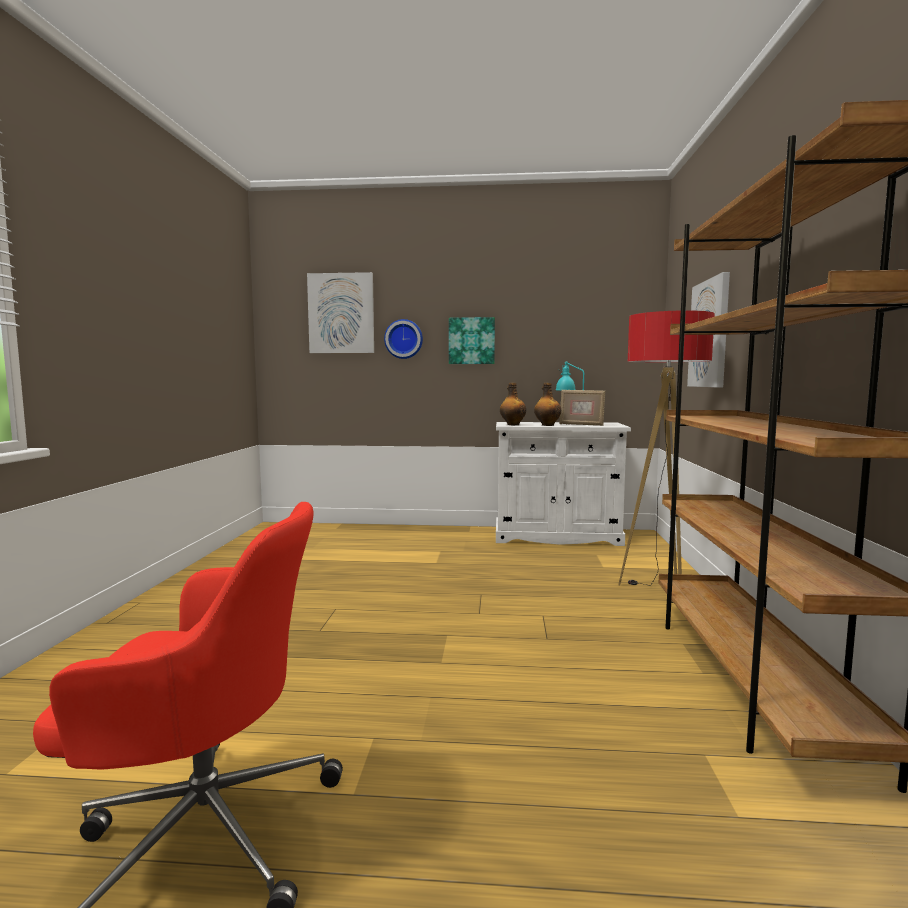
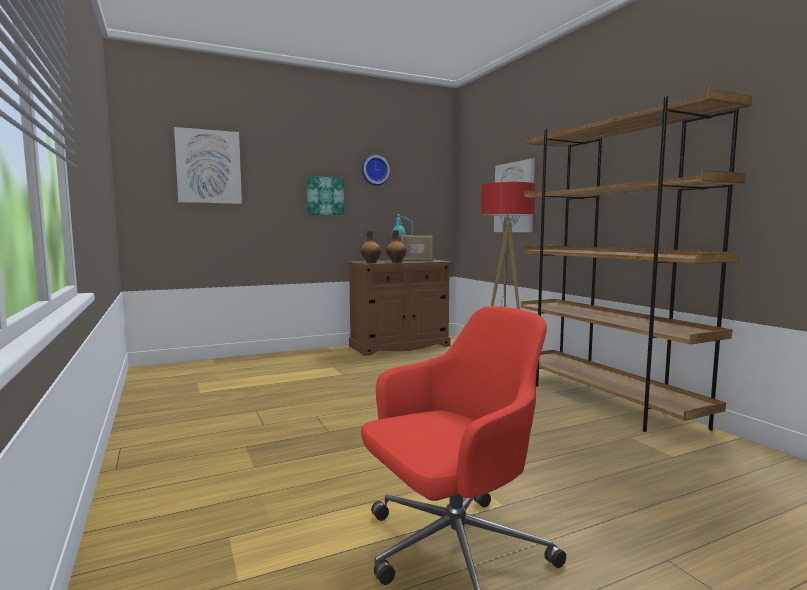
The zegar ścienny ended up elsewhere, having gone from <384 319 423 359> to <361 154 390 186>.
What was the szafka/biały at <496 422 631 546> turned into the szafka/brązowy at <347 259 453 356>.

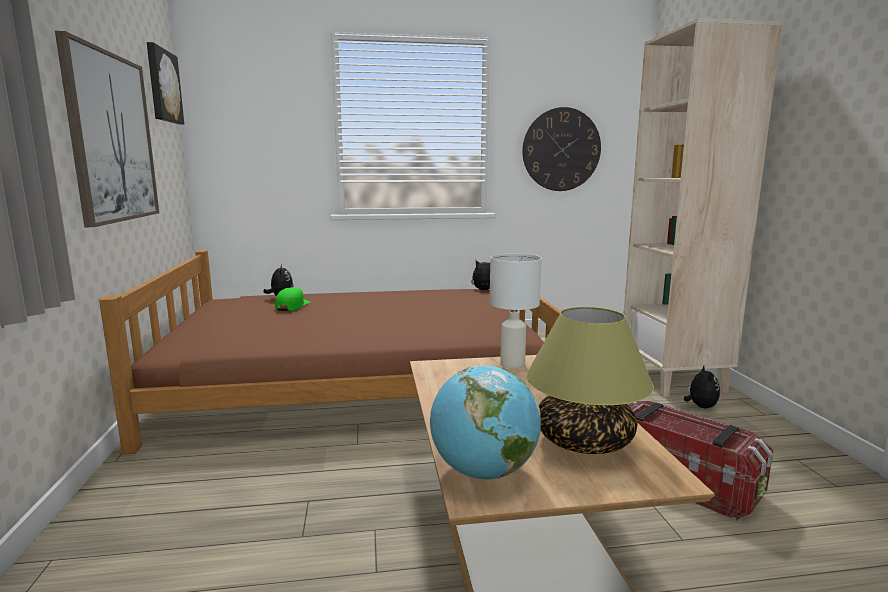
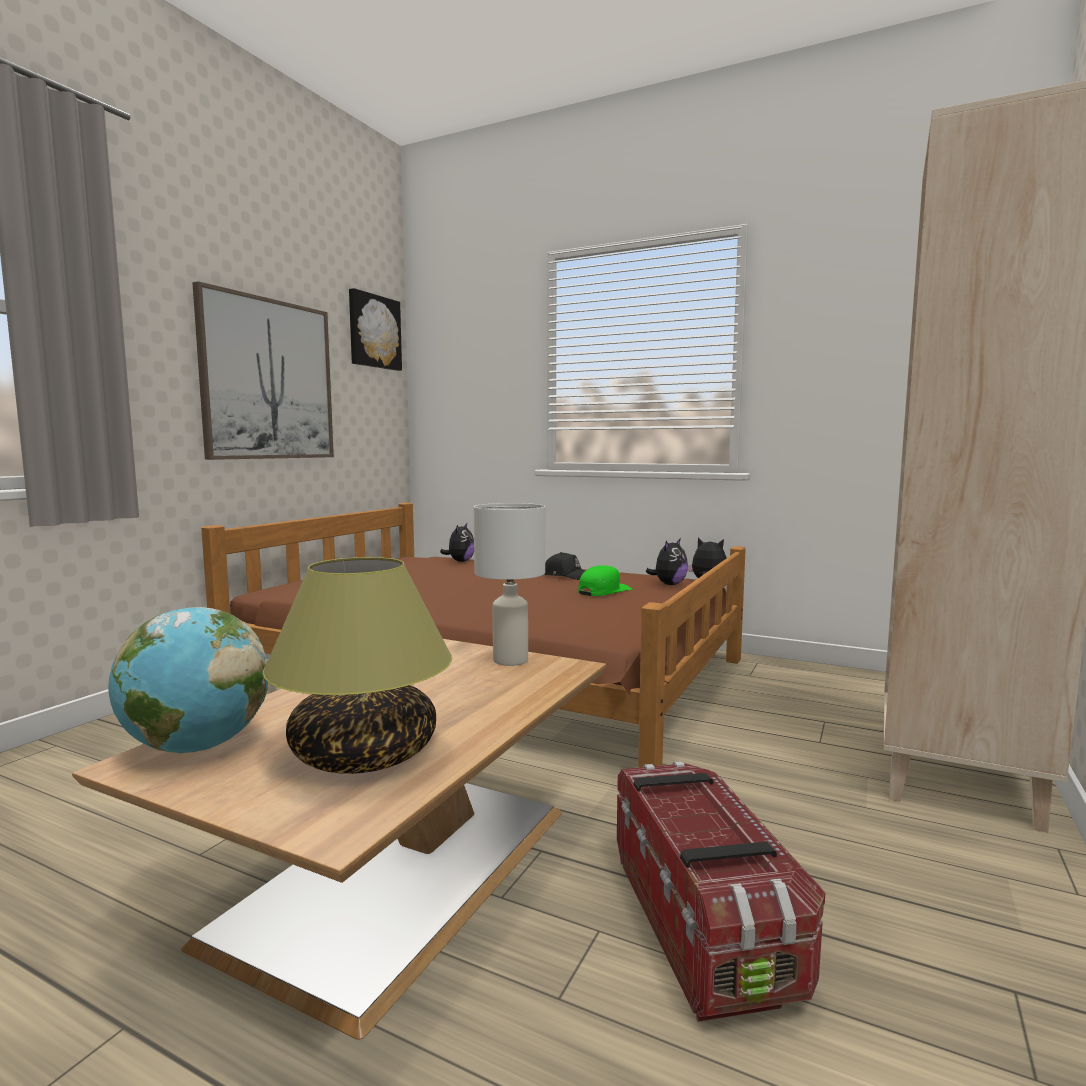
The second view lost the zegar ścienny at <522 107 601 191>.
The second view gained the czapka z daszkiem/czarny at <544 552 585 580>.
The czapka z daszkiem/zielony ended up elsewhere, having gone from <275 287 311 311> to <578 565 633 596>.
The pluszak ended up elsewhere, having gone from <684 366 720 409> to <646 538 688 585>.

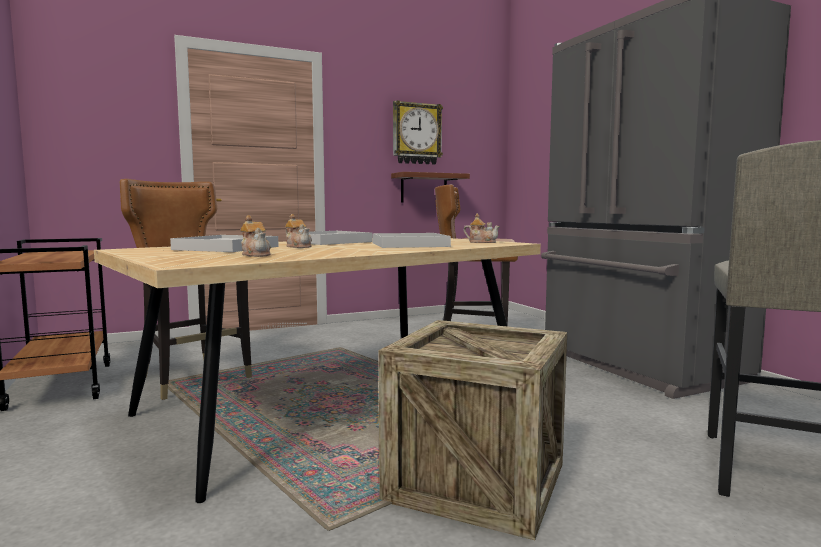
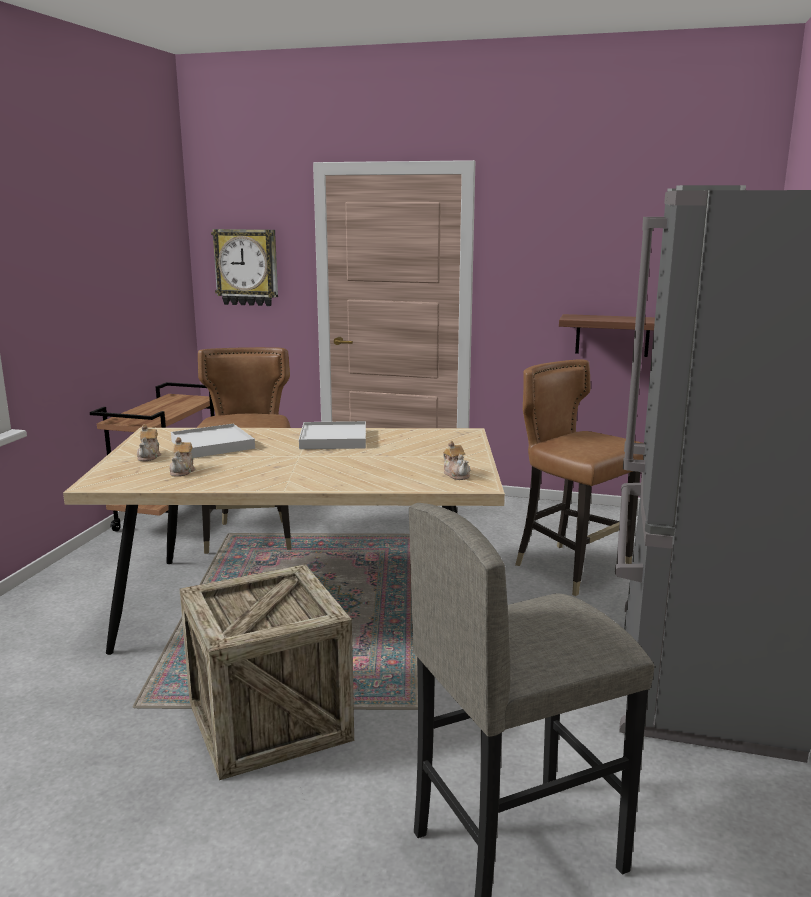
The second view lost the taca/biały at <372 233 451 248>.
The imbryk ended up elsewhere, having gone from <285 214 312 248> to <137 424 161 461>.
The zegar ścienny ended up elsewhere, having gone from <393 100 443 165> to <211 229 278 306>.

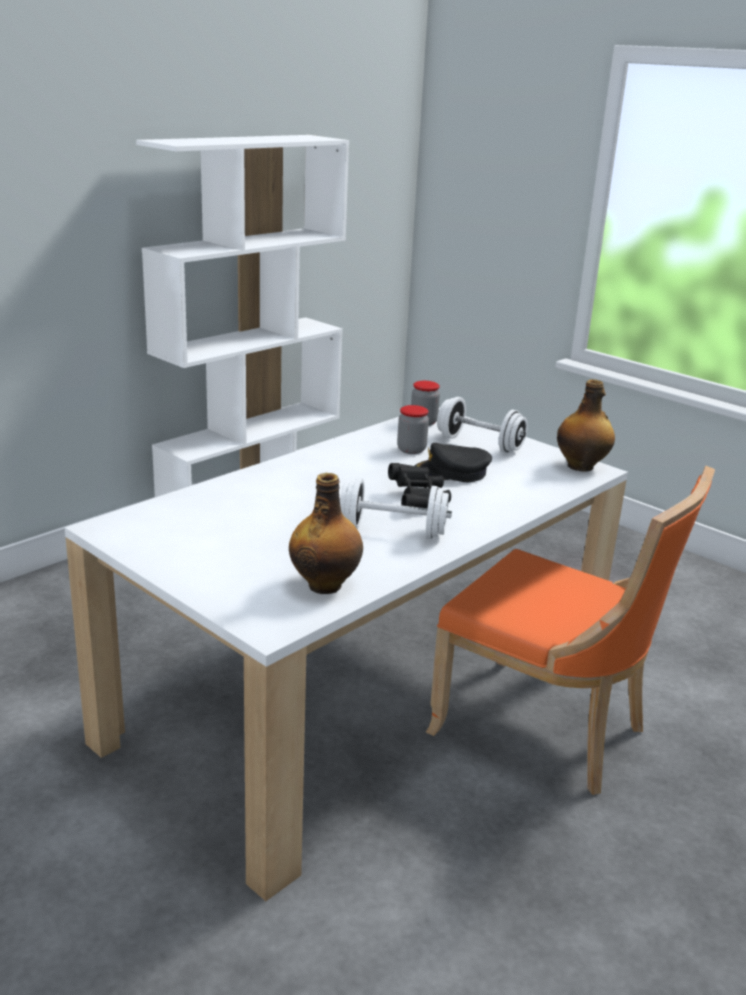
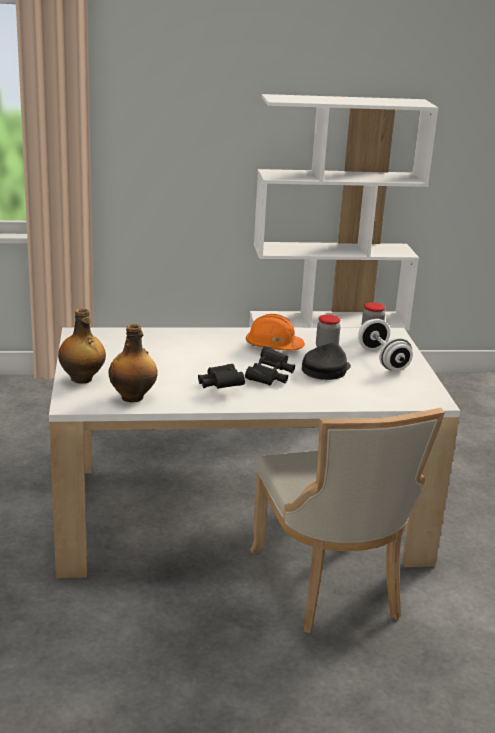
The second view gained the kask/pomarańczowy at <246 314 305 351>.
The butelka ended up elsewhere, having gone from <557 379 615 472> to <58 308 106 384>.
Where the hantel/biały stood at <340 477 452 539>, the lornetka/czarny came to stand at <198 364 245 389>.
What was the krzesło/pomarańczowy at <426 465 715 795> turned into the krzesło/beżowy at <250 408 445 633>.
The czapka z daszkiem/czarny at <414 443 492 482> ended up facing another way, 90 degrees clockwise from before.

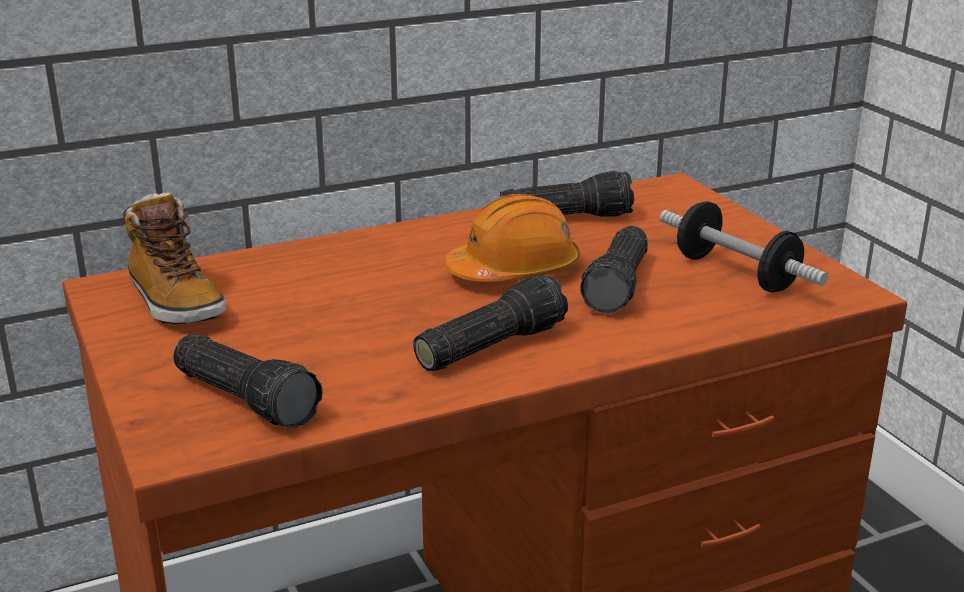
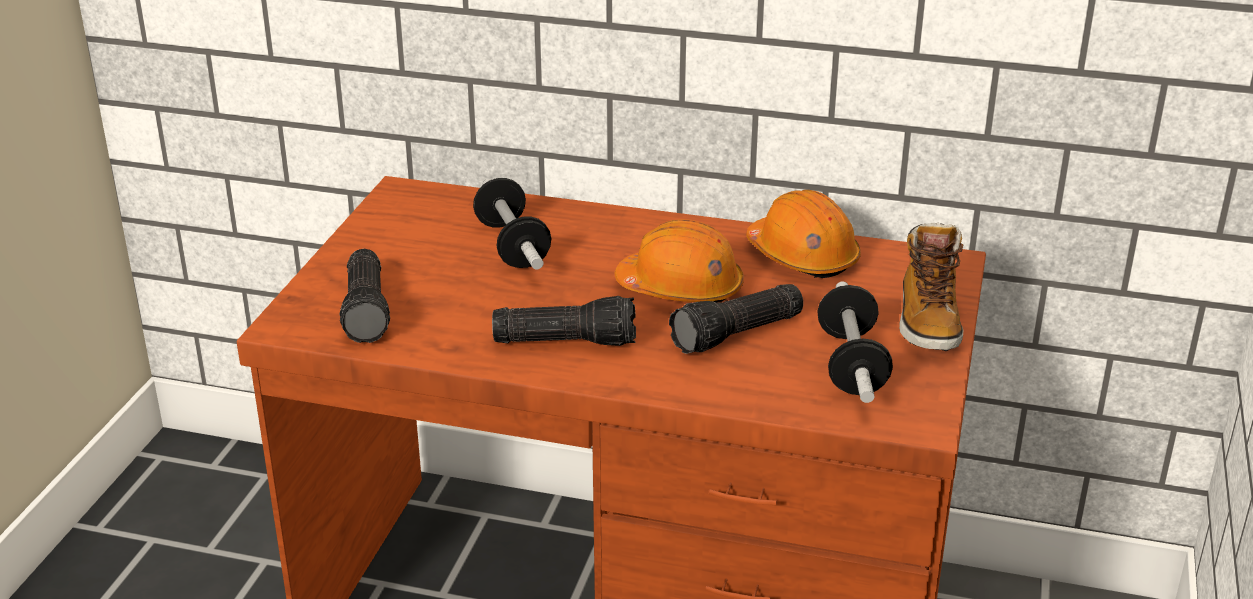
The second view gained the hantel at <473 178 551 269>.
The but z cholewką ended up elsewhere, having gone from <123 193 226 324> to <899 223 964 351>.
Where the latarka stood at <500 171 634 217>, the kask/pomarańczowy came to stand at <746 190 861 278>.

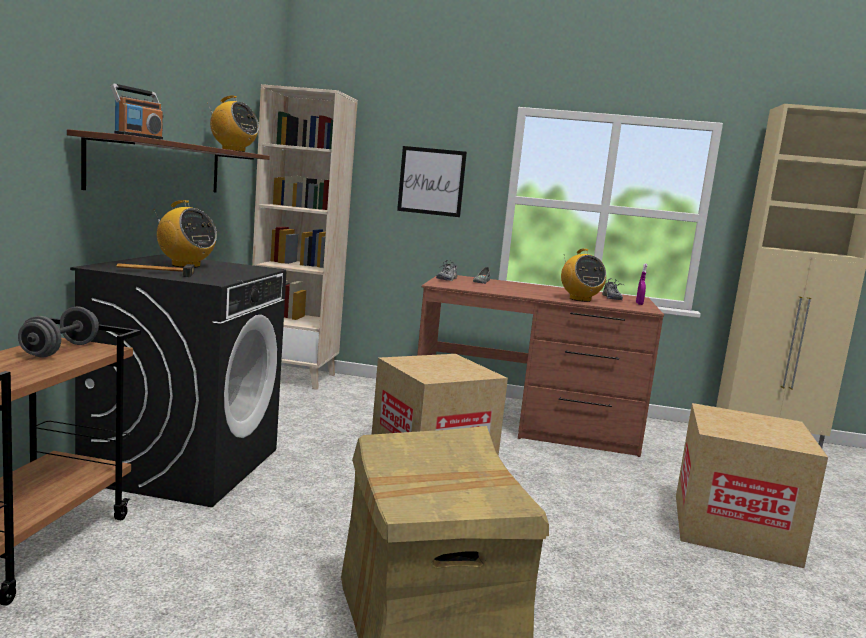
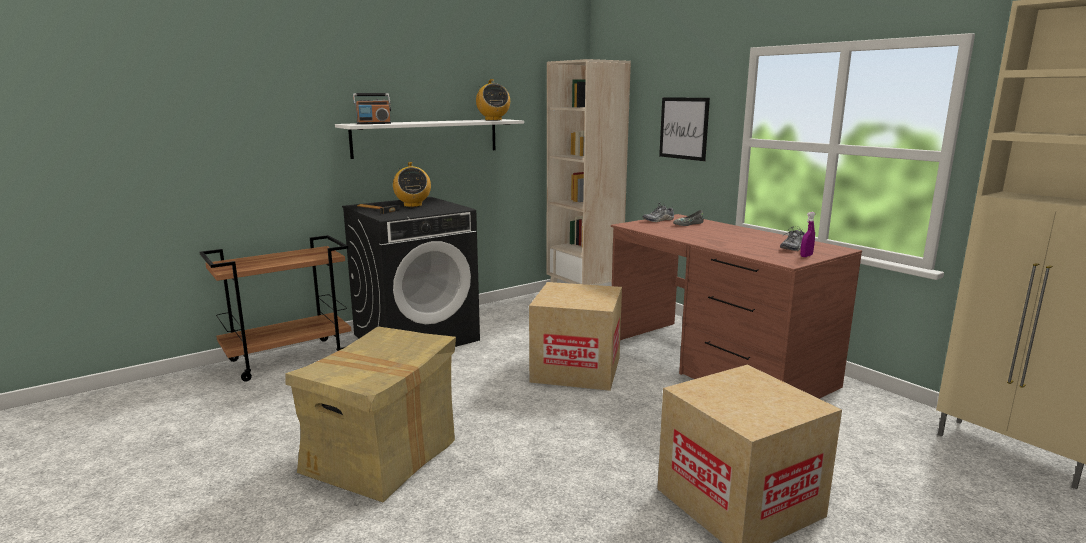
The second view lost the hantel/szary at <18 306 99 357>.
The second view lost the radio at <561 249 606 302>.
What was the półka/brązowy at <67 129 270 192> turned into the półka/biały at <335 119 524 159>.

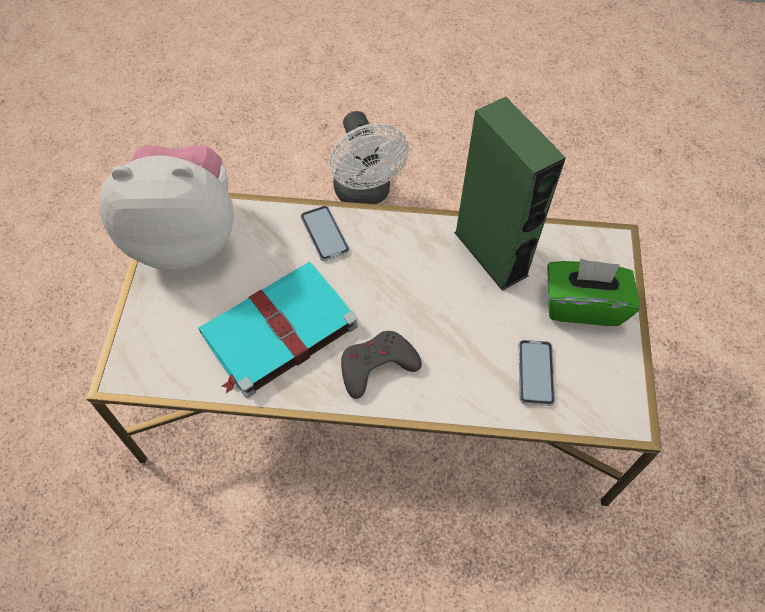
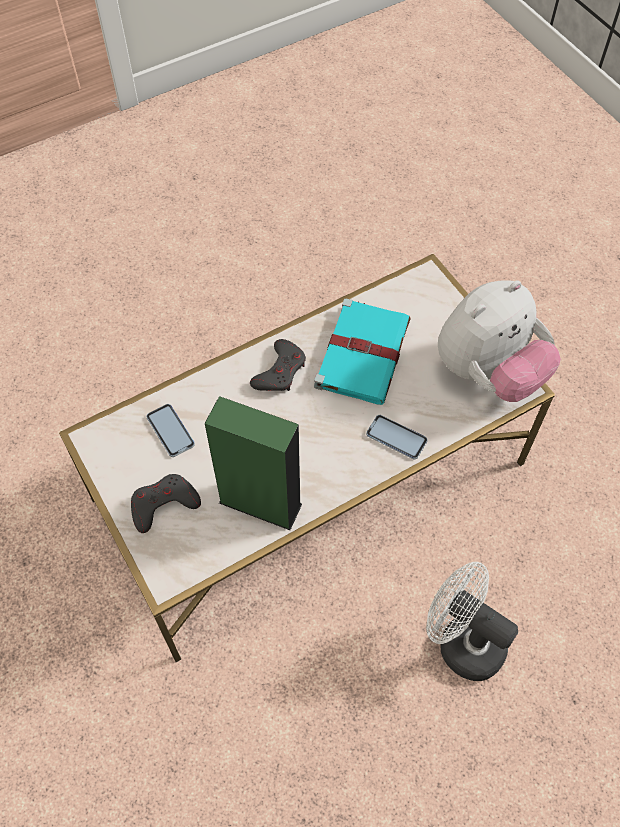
Where the pudełko chusteczek/zielony stood at <547 258 640 326>, the pad do gier/szary came to stand at <131 474 201 533>.

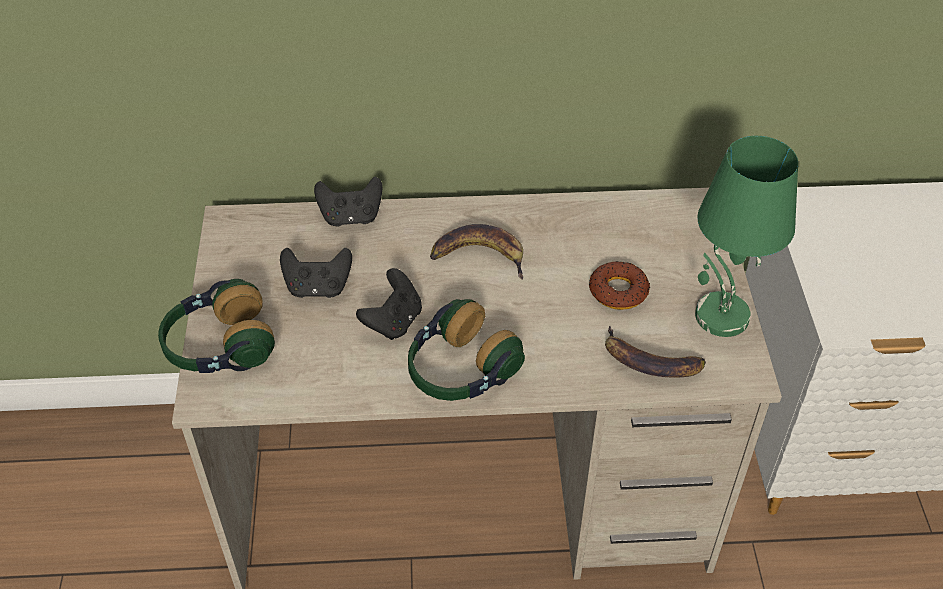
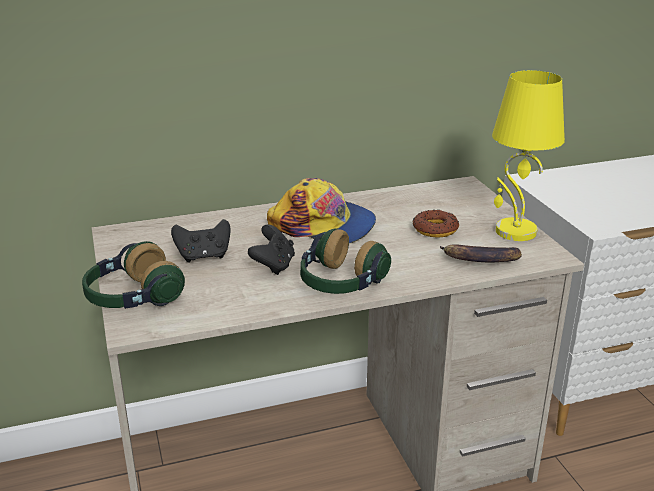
The second view lost the pad do gier/czarny at <314 177 382 226>.
Where the banan stood at <430 224 523 279>, the czapka z daszkiem came to stand at <267 178 376 243>.
What was the lampa stołowa/zielony at <695 136 798 337> turned into the lampa stołowa/żółty at <492 70 565 241>.

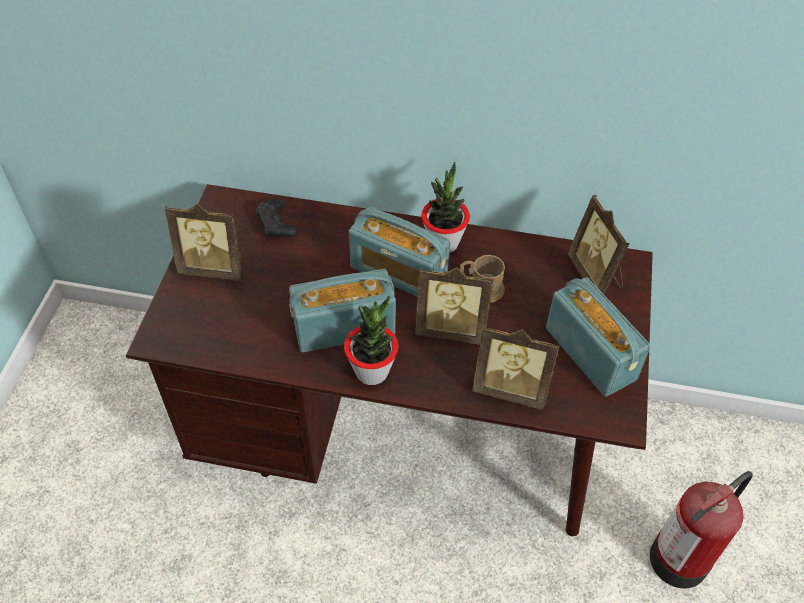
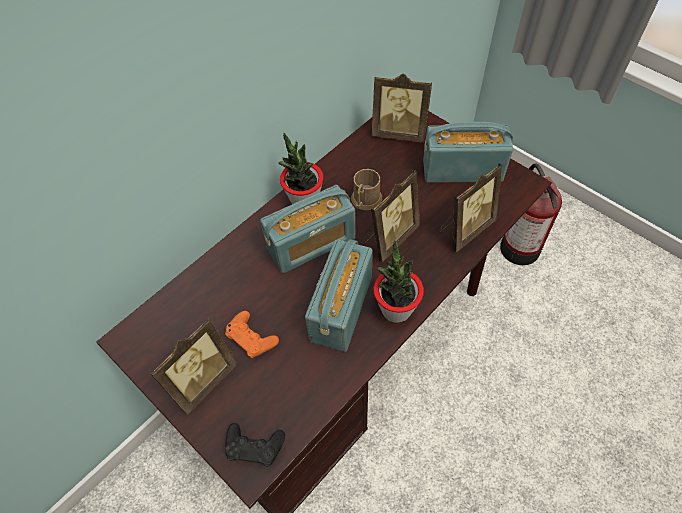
The second view gained the pad do gier/pomarańczowy at <225 311 279 358>.
The pad do gier/czarny ended up elsewhere, having gone from <256 199 298 238> to <225 423 285 466>.

